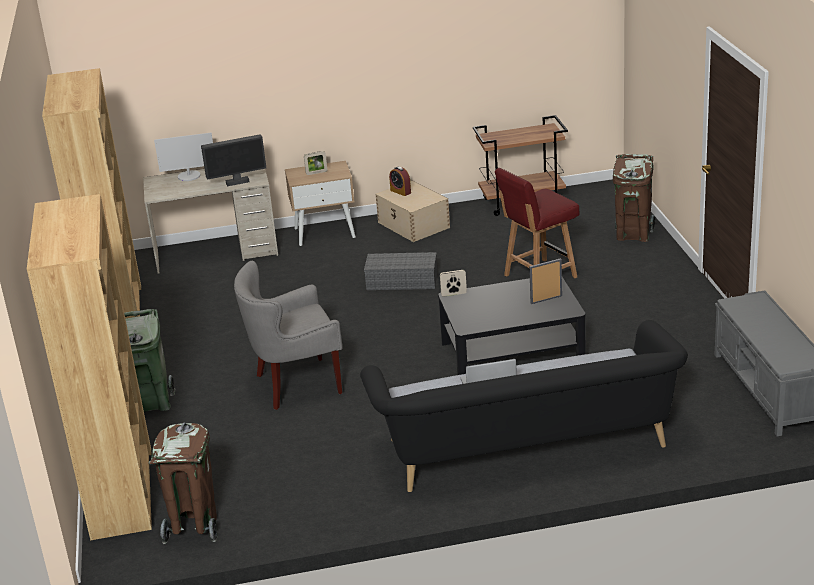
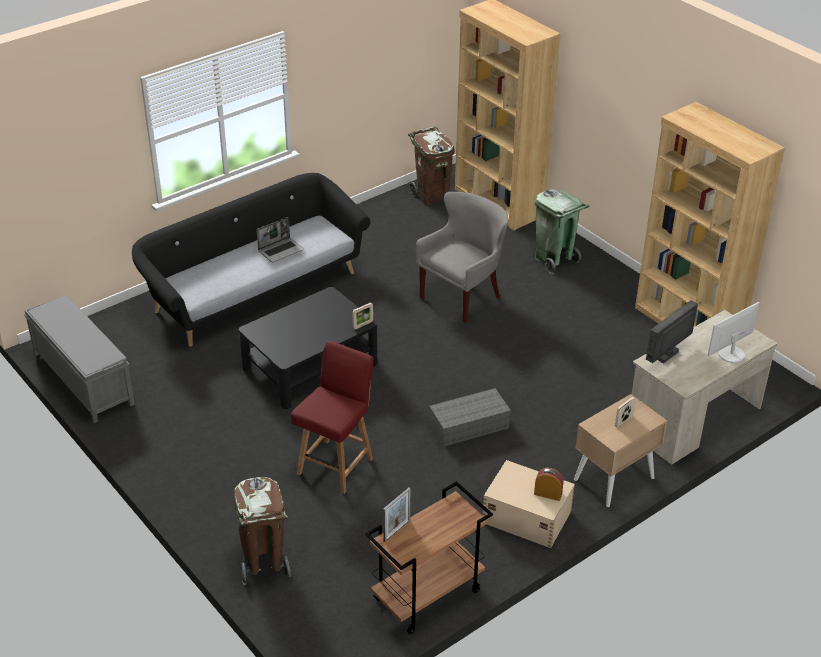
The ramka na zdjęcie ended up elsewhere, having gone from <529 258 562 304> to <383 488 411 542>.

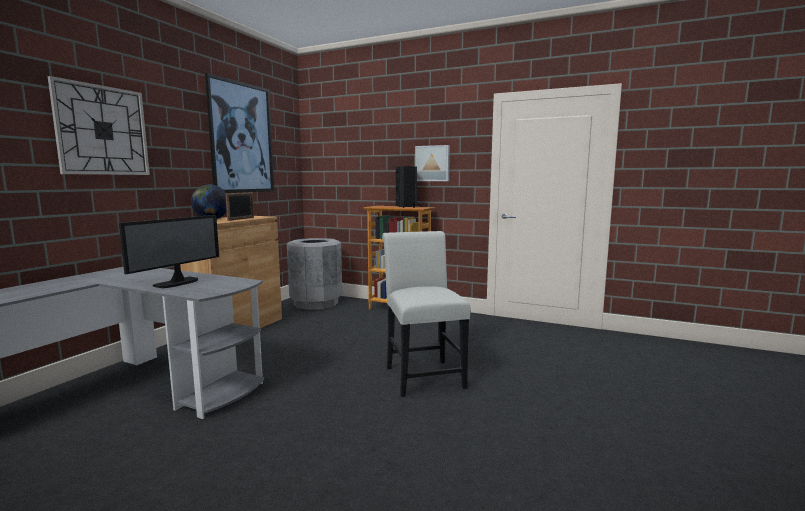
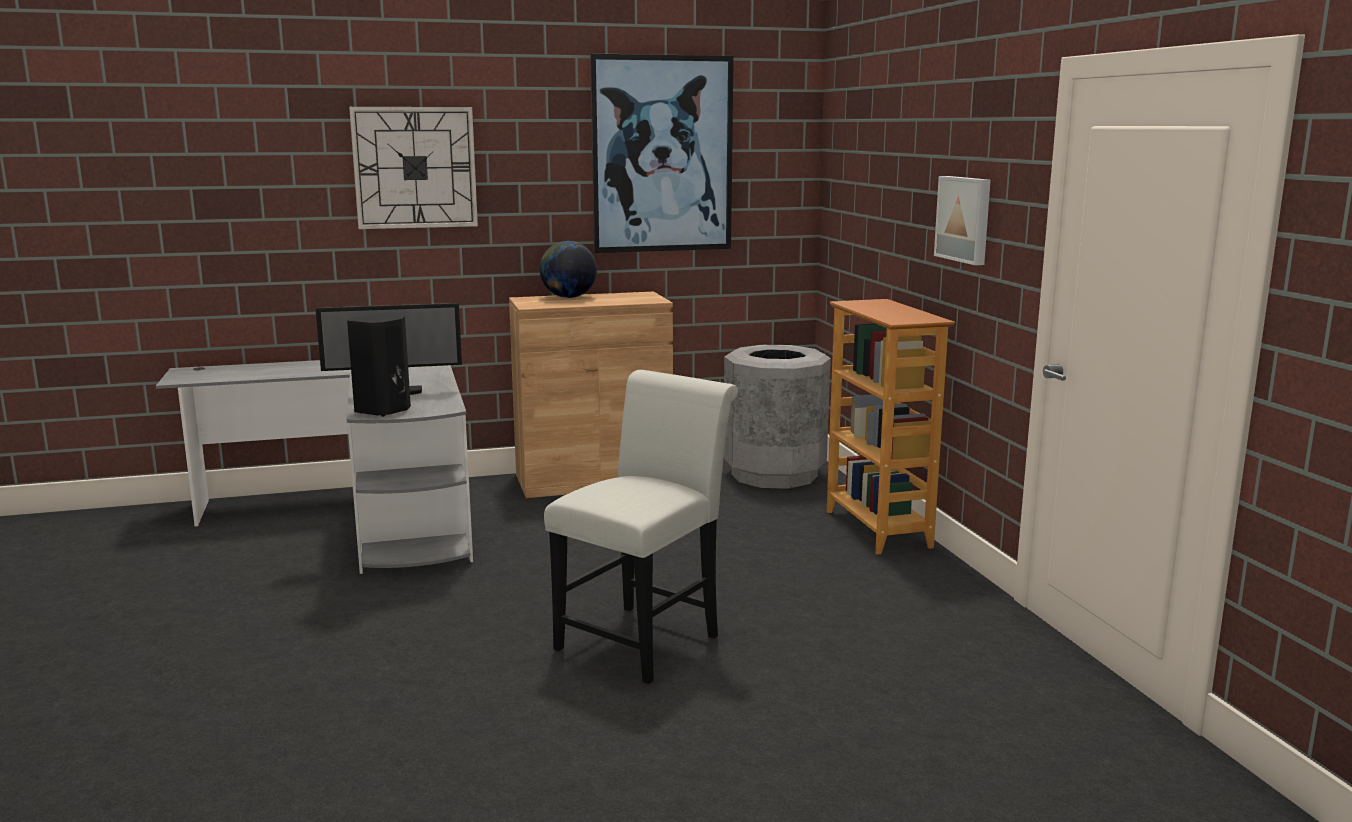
The second view lost the ramka na zdjęcie at <225 192 254 221>.
The głośnik/czarny ended up elsewhere, having gone from <396 166 417 208> to <347 313 411 417>.

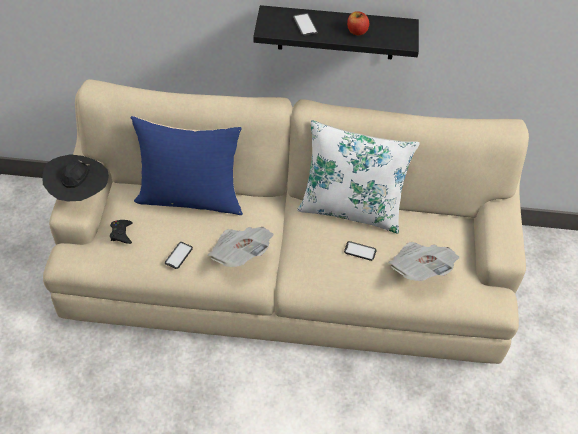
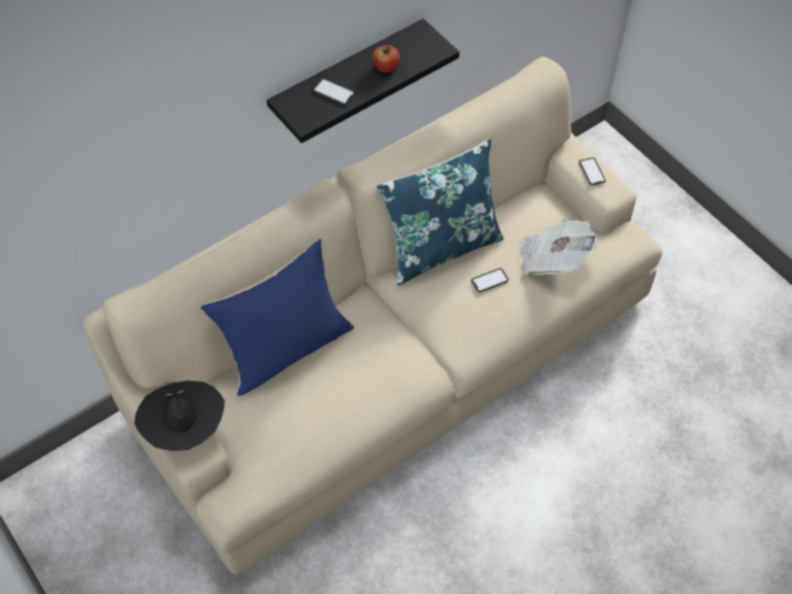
The second view lost the pad do gier/czarny at <110 220 133 244>.
The second view lost the gazeta at <208 227 273 267>.
The telefon ended up elsewhere, having gone from <165 242 193 269> to <579 157 606 185>.
What was the poduszka/biały at <297 120 420 233> turned into the poduszka/niebieski at <377 139 504 285>.

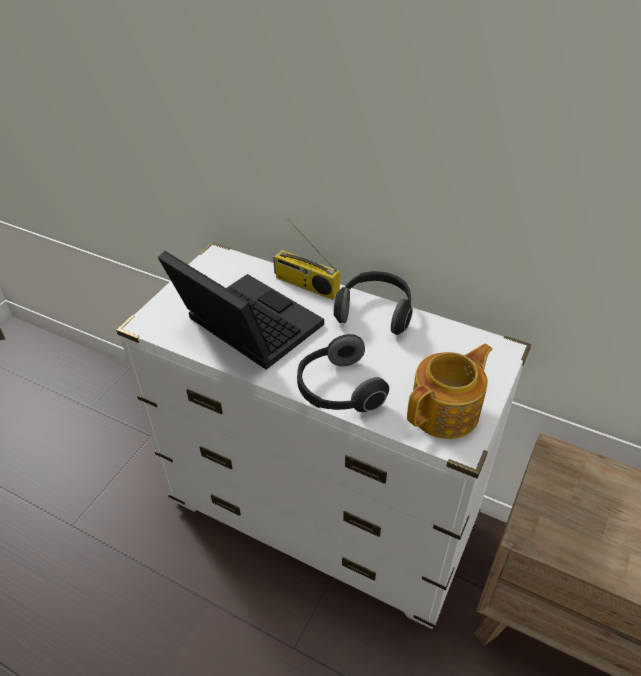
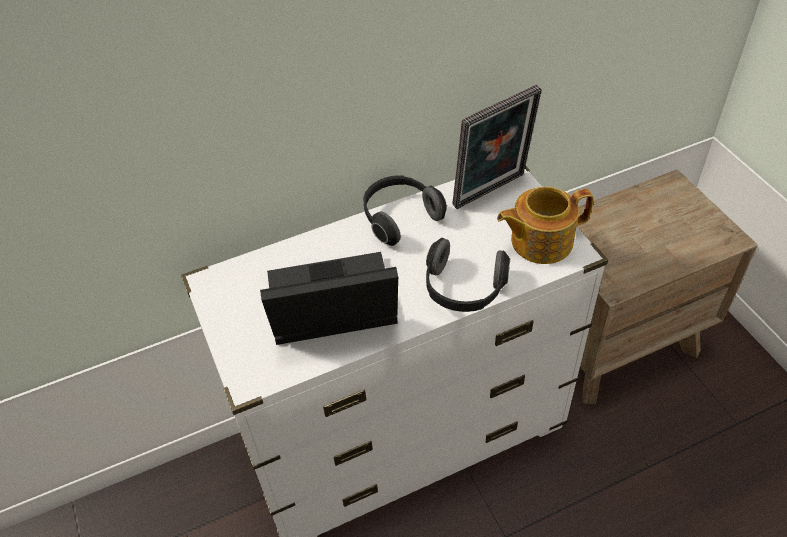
The second view lost the radio at <273 219 340 300>.
The second view gained the ramka na zdjęcie at <452 85 542 209>.
The imbryk at <407 343 493 439> ended up facing another way, 105 degrees counterclockwise from before.

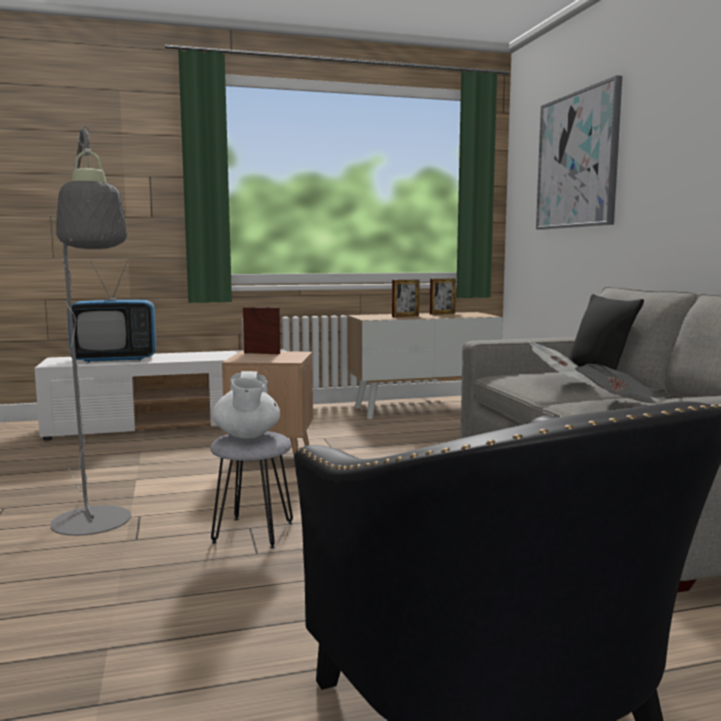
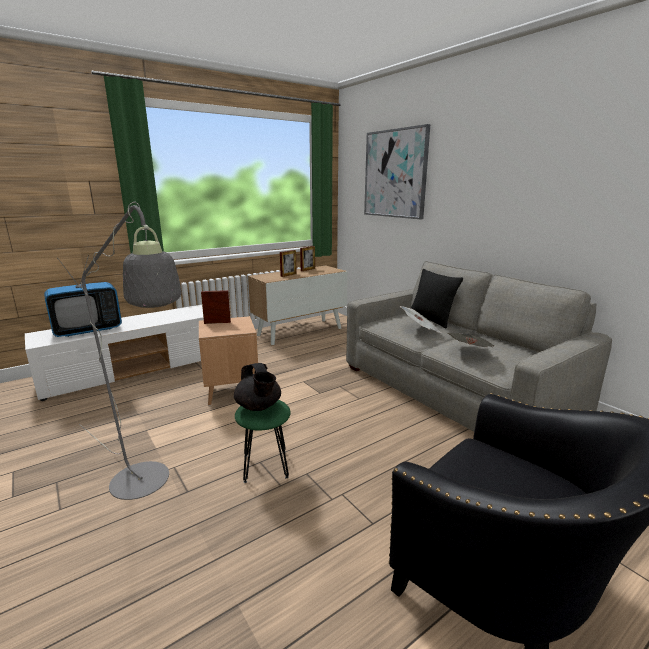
What was the stołek/szary at <210 431 293 549> turned into the stołek/zielony at <235 400 291 483>.
What was the imbryk/biały at <212 371 280 438> turned into the imbryk/czarny at <234 363 281 411>.

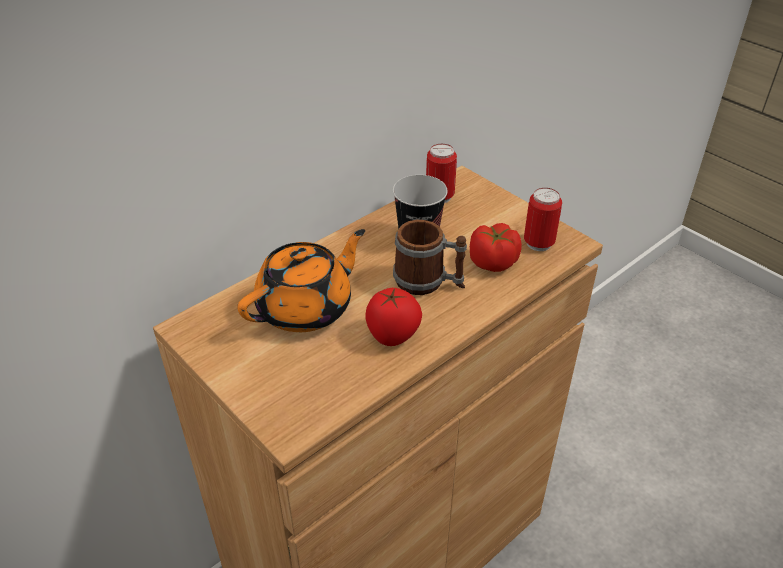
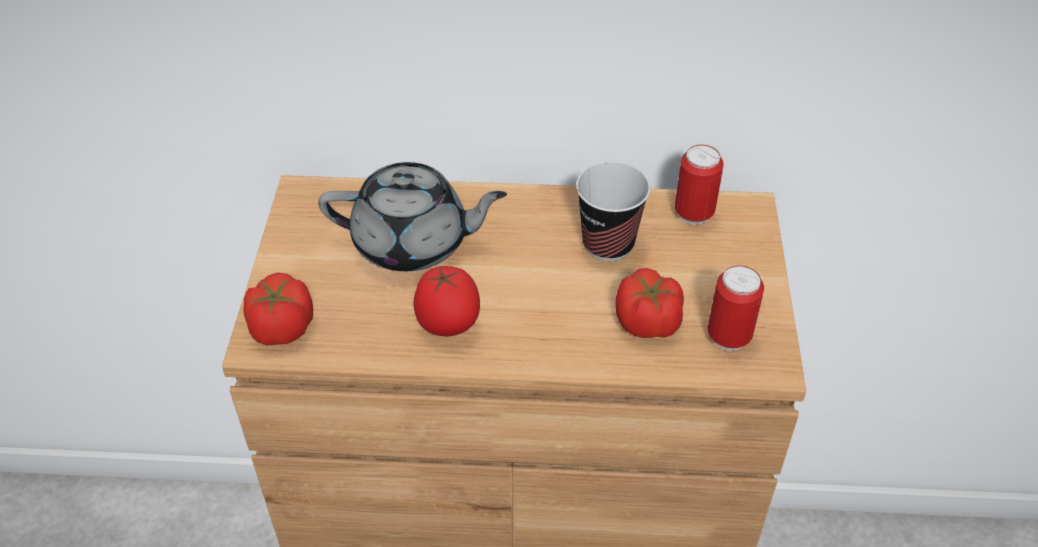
The second view lost the kubek at <393 220 467 295>.
The second view gained the pomidor at <244 273 313 346>.
What was the imbryk/pomarańczowy at <237 229 365 332> turned into the imbryk/szary at <318 162 507 271>.

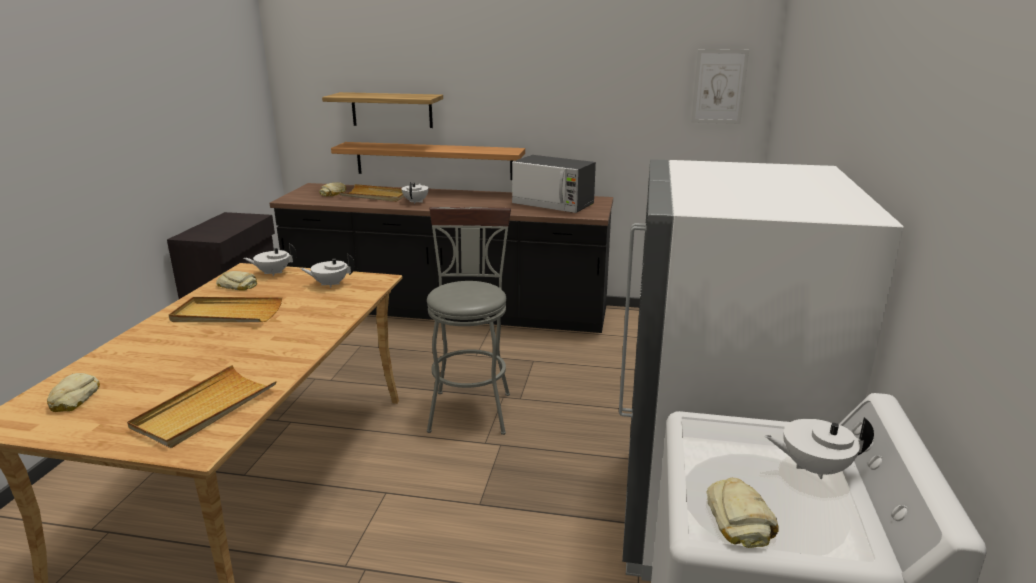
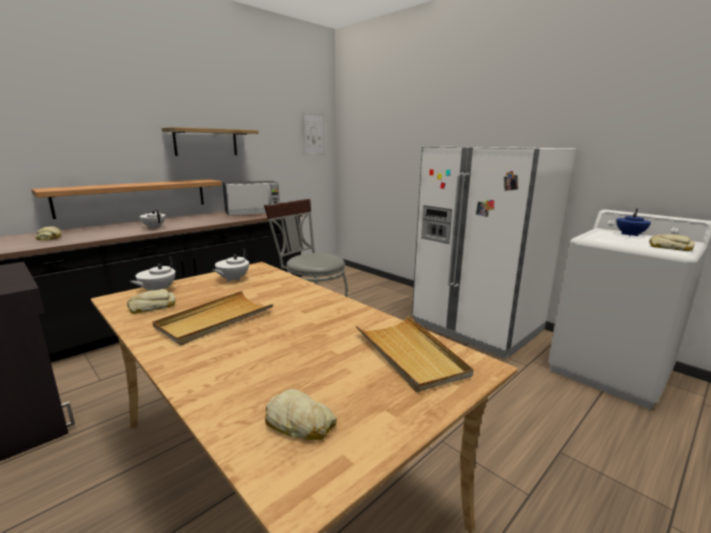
The second view lost the taca/beżowy at <338 184 404 202>.
The półka ended up elsewhere, having gone from <322 92 443 128> to <162 127 258 156>.
What was the imbryk/biały at <765 417 874 479> turned into the imbryk/niebieski at <616 208 651 237>.

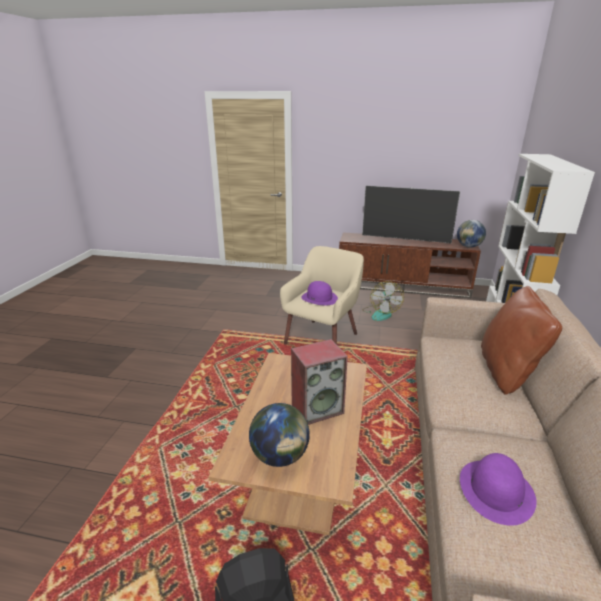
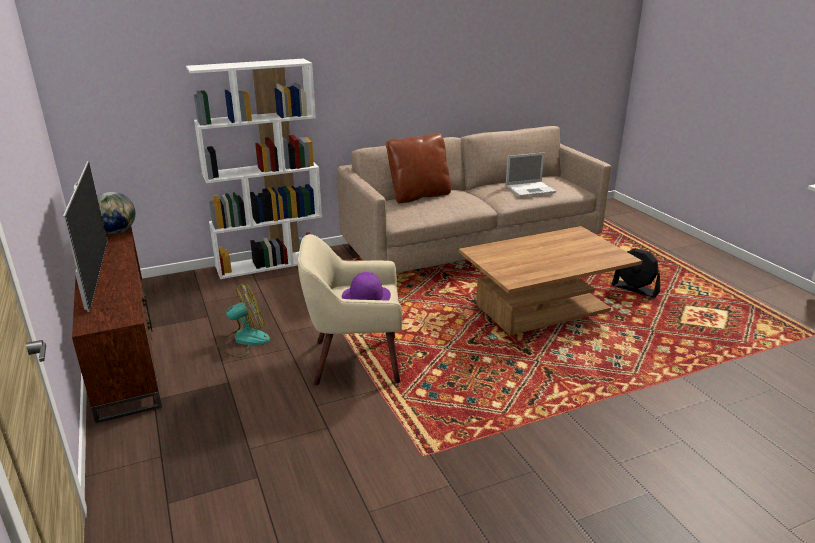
The second view lost the globus at <249 403 310 467>.
The second view lost the głośnik at <291 339 348 425>.
Where the kapelusz/fioletowy stood at <460 453 536 526>, the laptop came to stand at <506 153 556 197>.

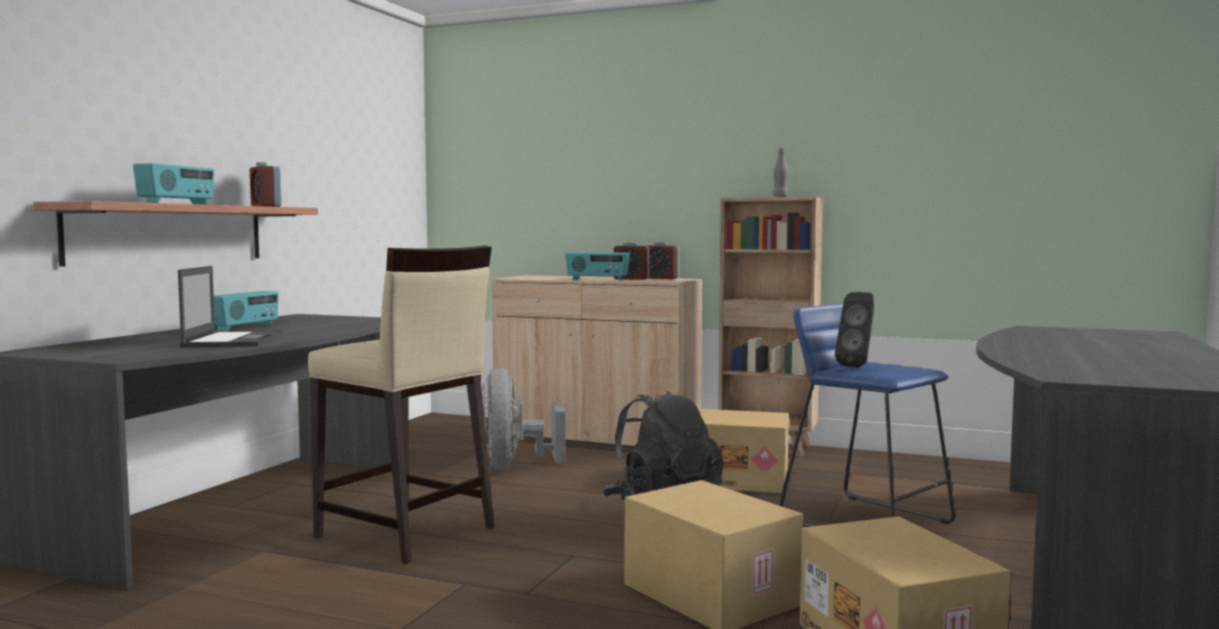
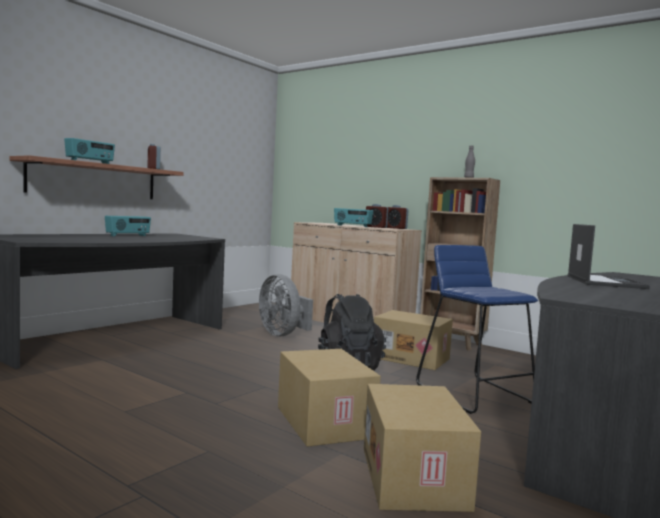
The second view lost the stołek/beżowy at <308 245 495 564>.
The second view lost the głośnik/czarny at <835 292 874 368>.
The laptop ended up elsewhere, having gone from <178 266 283 347> to <567 224 650 289>.
The wentylator/szary at <482 368 566 470> ended up facing another way, 45 degrees counterclockwise from before.

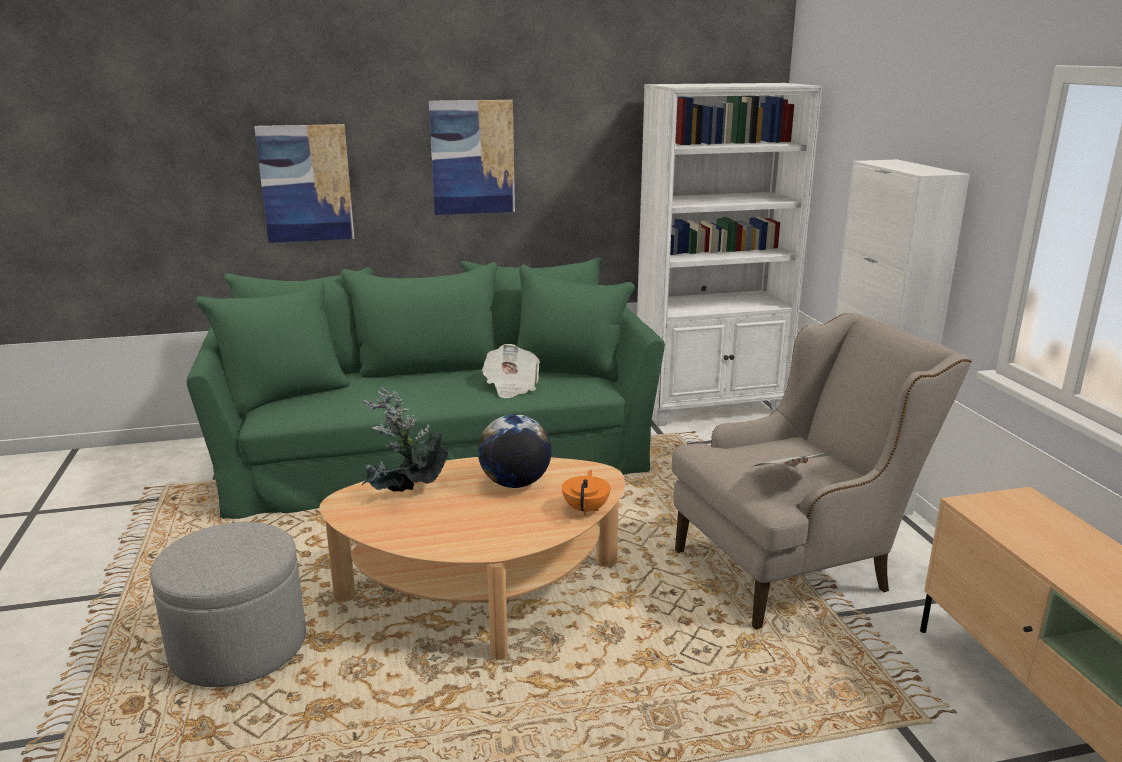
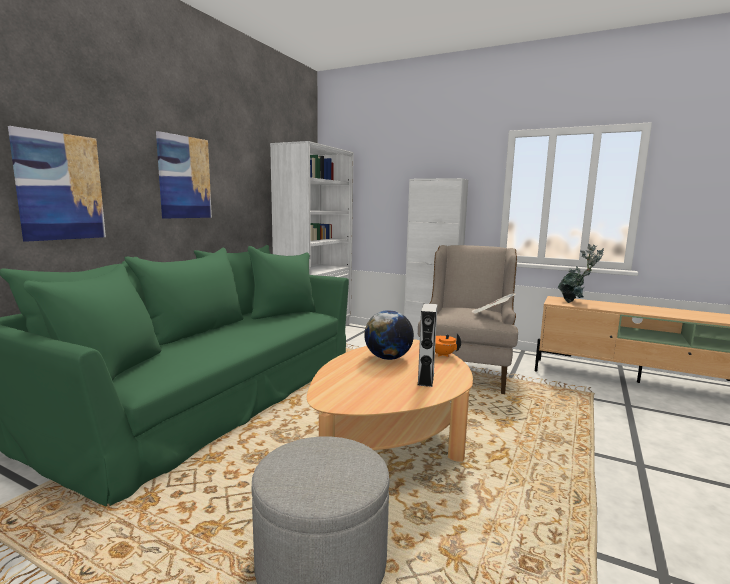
The second view lost the gazeta at <482 344 540 398>.
The second view gained the głośnik/szary at <417 303 437 387>.
The roślina doniczkowa ended up elsewhere, having gone from <361 386 448 492> to <558 244 604 303>.

